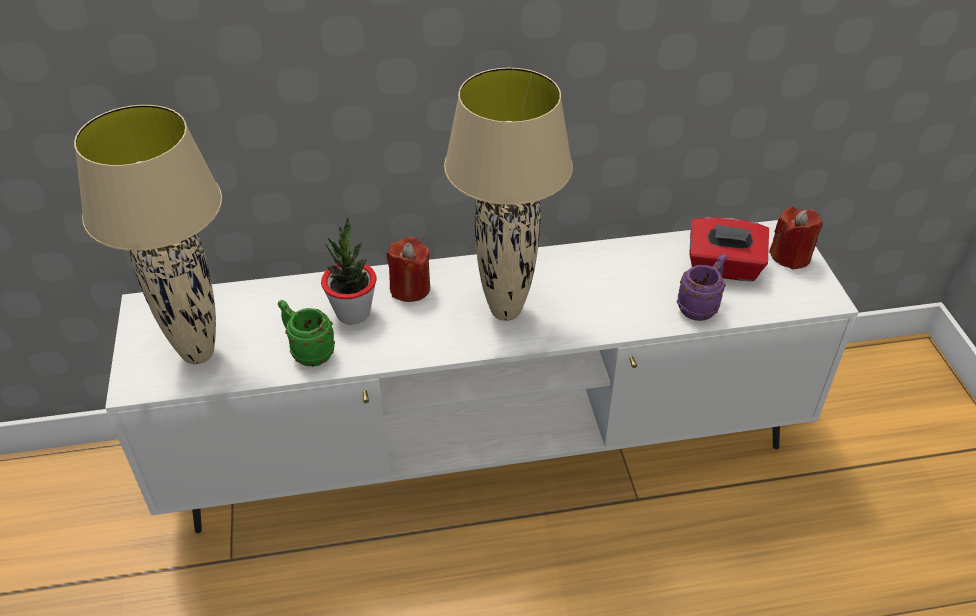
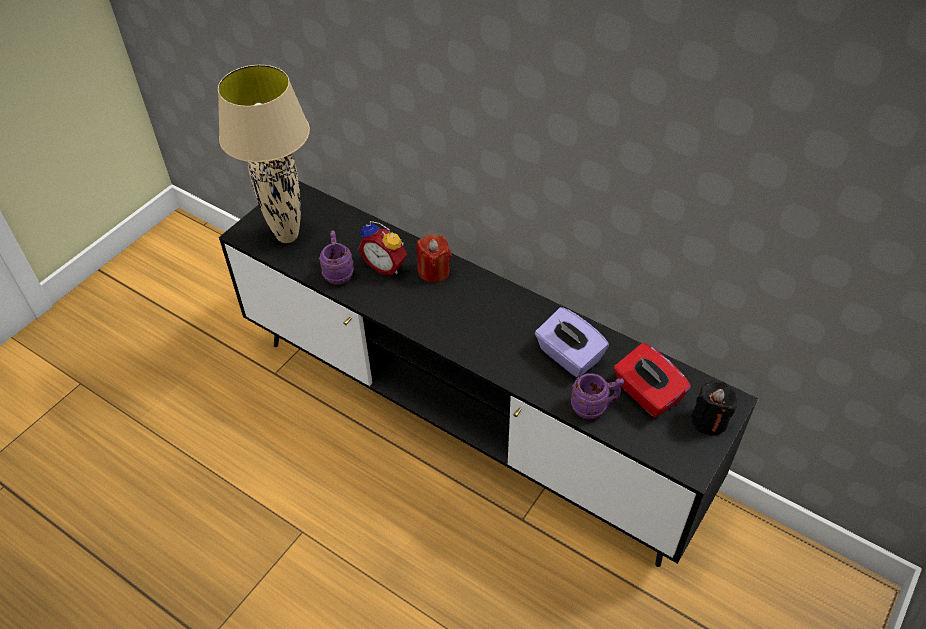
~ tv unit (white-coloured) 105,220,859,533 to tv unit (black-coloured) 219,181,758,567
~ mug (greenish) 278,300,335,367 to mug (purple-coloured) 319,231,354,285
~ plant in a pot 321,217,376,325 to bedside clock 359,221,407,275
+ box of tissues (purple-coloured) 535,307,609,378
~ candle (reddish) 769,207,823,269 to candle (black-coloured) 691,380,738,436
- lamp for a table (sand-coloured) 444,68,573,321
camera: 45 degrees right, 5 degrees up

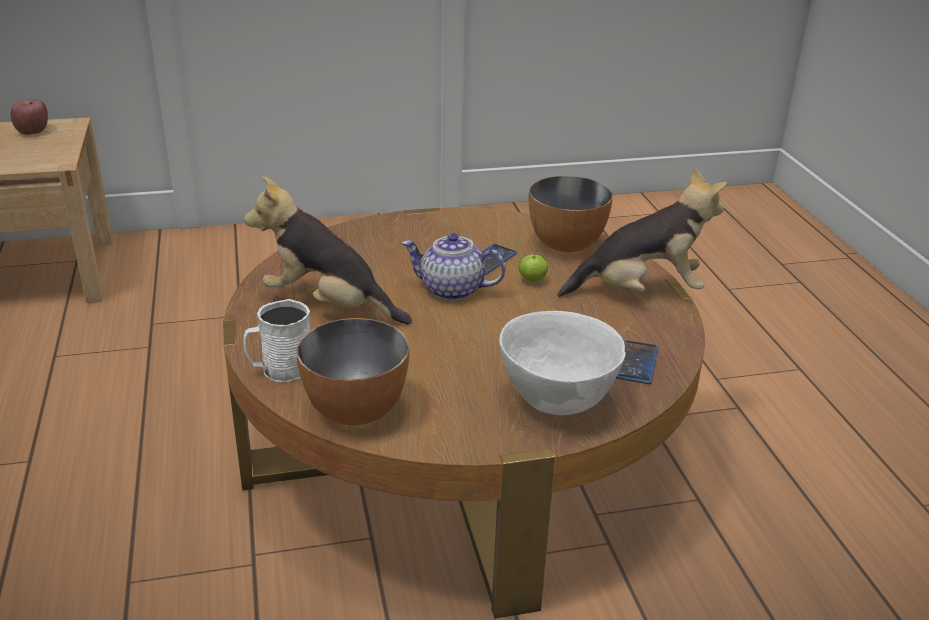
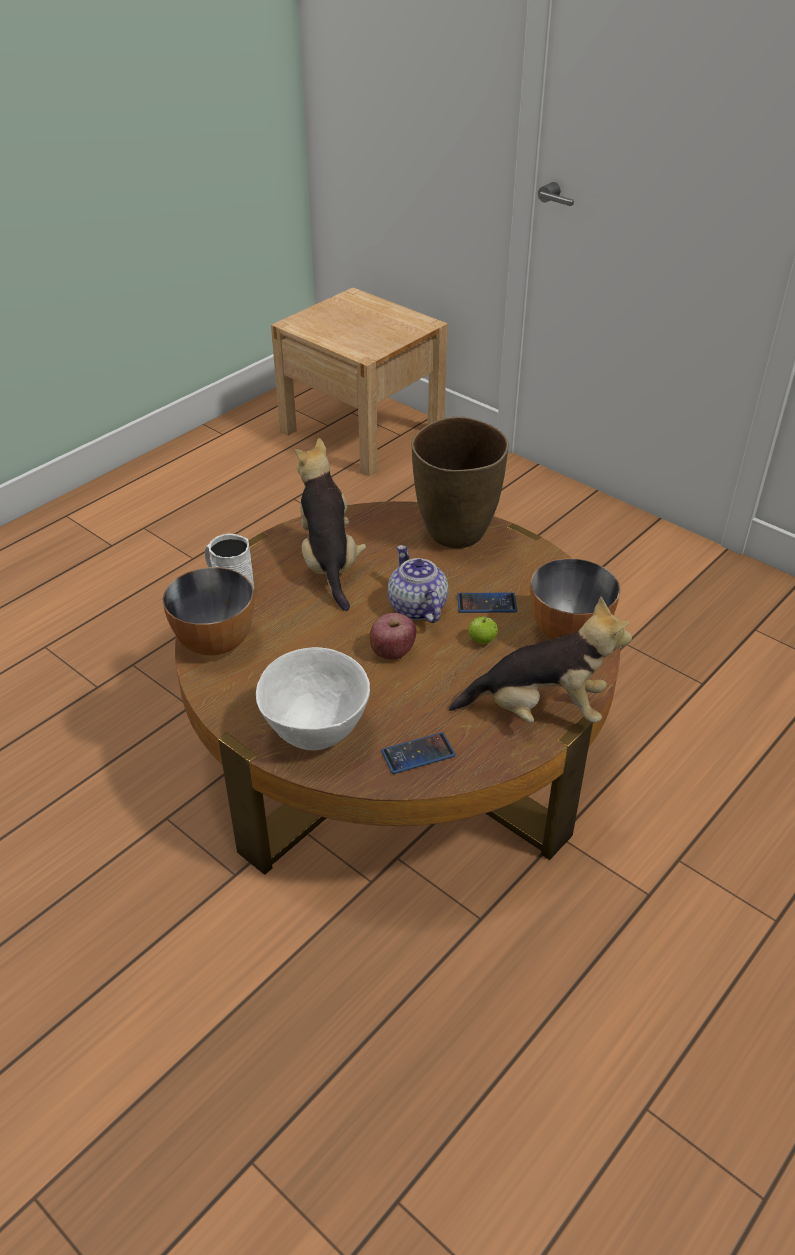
~ apple fruit 10,99,48,135 to 369,613,416,660
+ vase (brown) 411,417,509,548
~ cuddly toy 557,167,727,297 = 449,596,632,723 45 degrees counterclockwise
camera: 55 degrees right, 10 degrees up

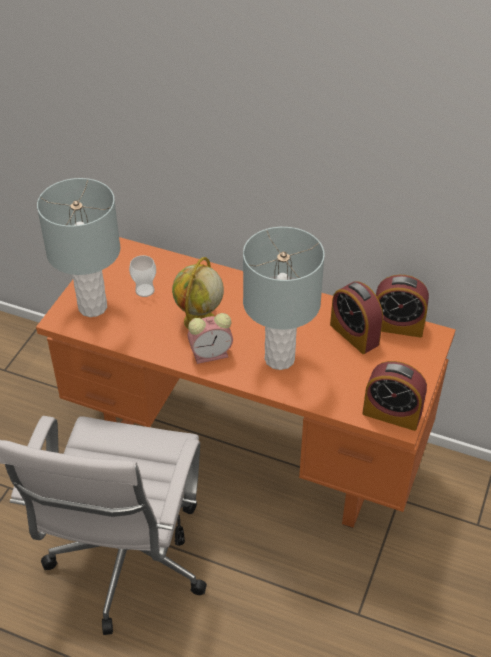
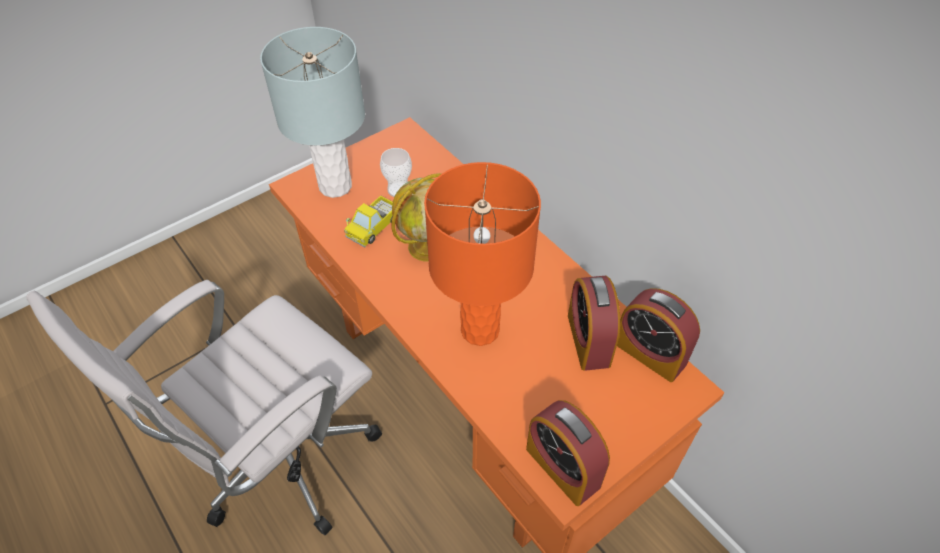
+ model truck 344,195,393,248
~ lamp for a table (gray) 243,227,325,370 to lamp for a table (orange) 424,162,541,346
- bedside clock 188,313,233,364
camera: 30 degrees right, 5 degrees up

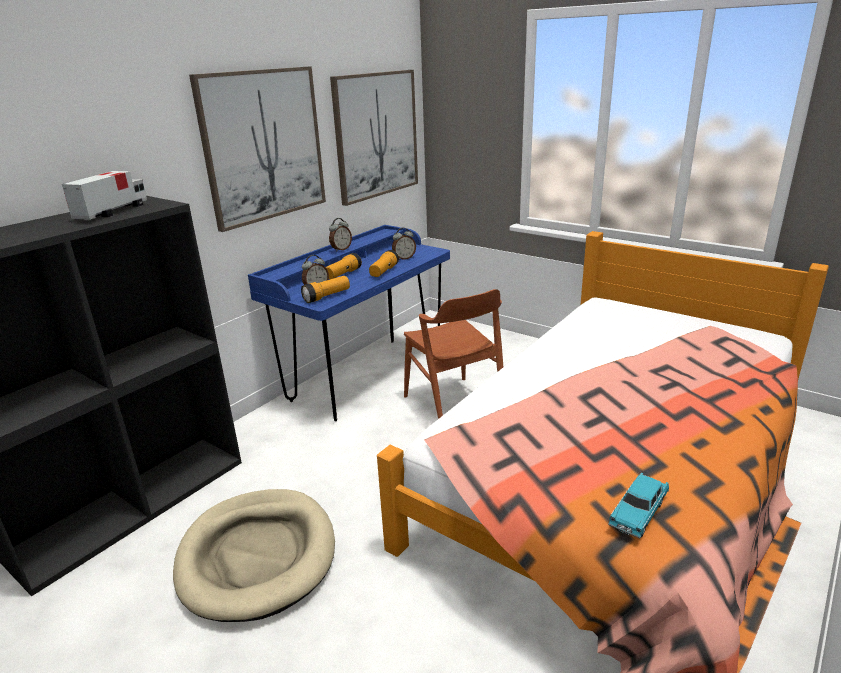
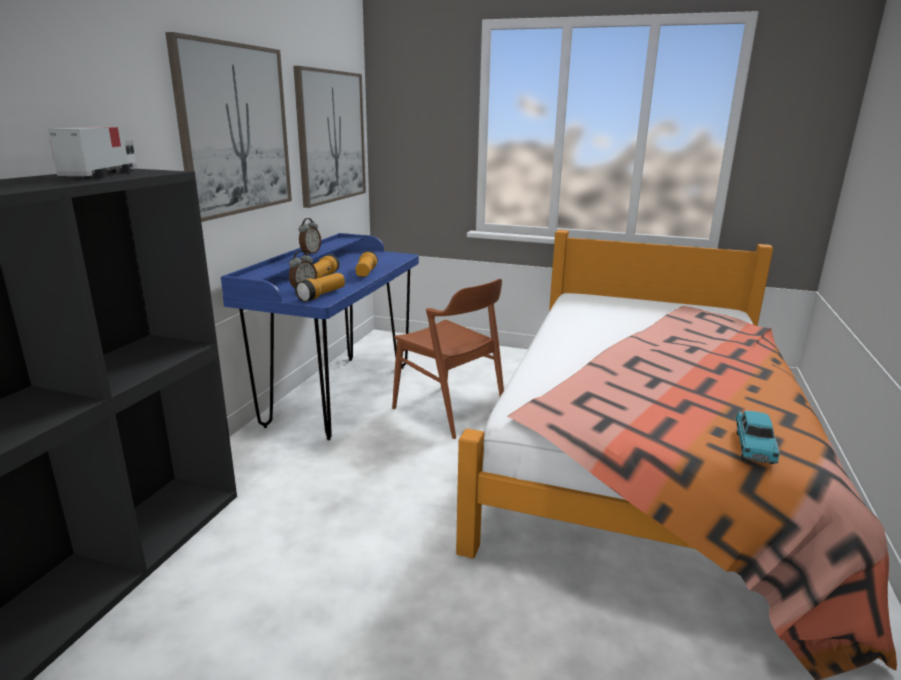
- dog bed (sand-coloured) 173,489,335,622
- bedside clock 392,228,416,260
camera: 20 degrees left, 5 degrees down

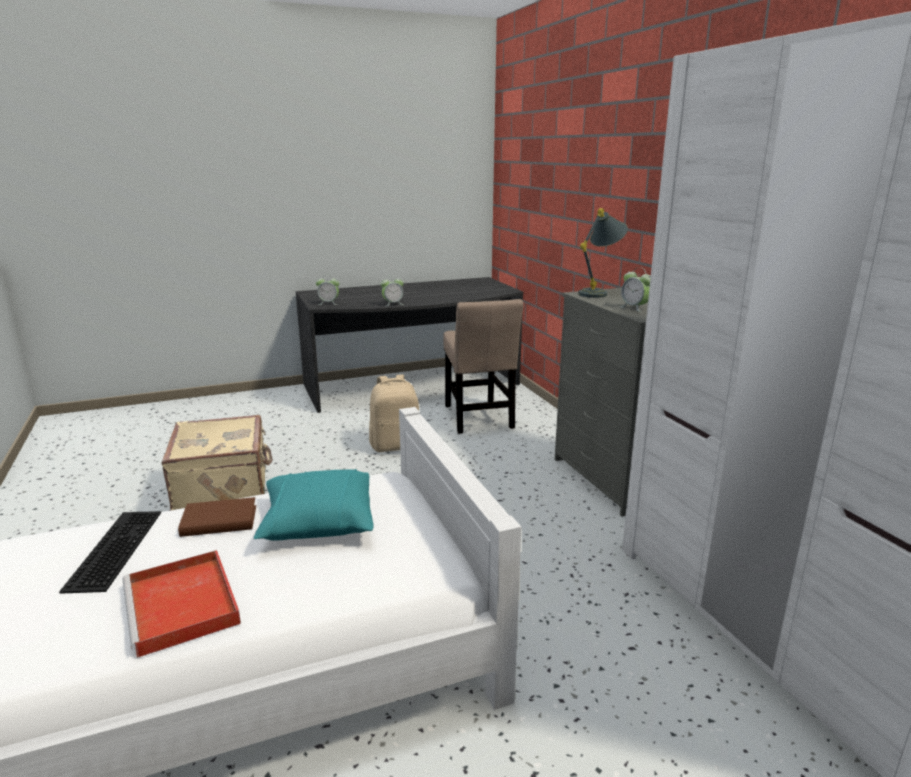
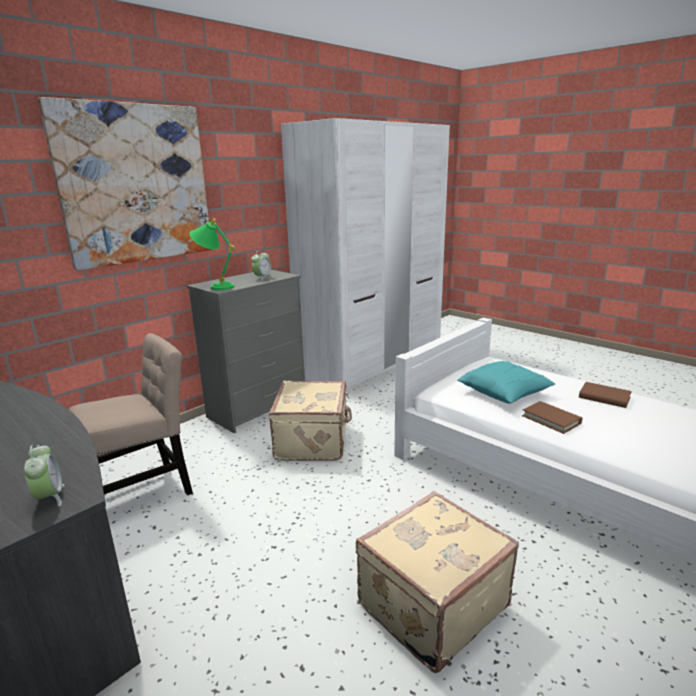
+ picture 38,97,212,271
~ lamp for a table (gray) 578,208,628,298 to lamp for a table (greenish) 189,218,235,290
+ suitcase (sand-coloured) 269,380,352,461
~ tray (reddish) 122,550,241,658 to book (brown) 579,382,632,408
- keyboard 59,511,161,594
- knapsack (sand-coloured) 369,375,419,452
- bedside clock 380,275,404,306
camera: 115 degrees left, 0 degrees up

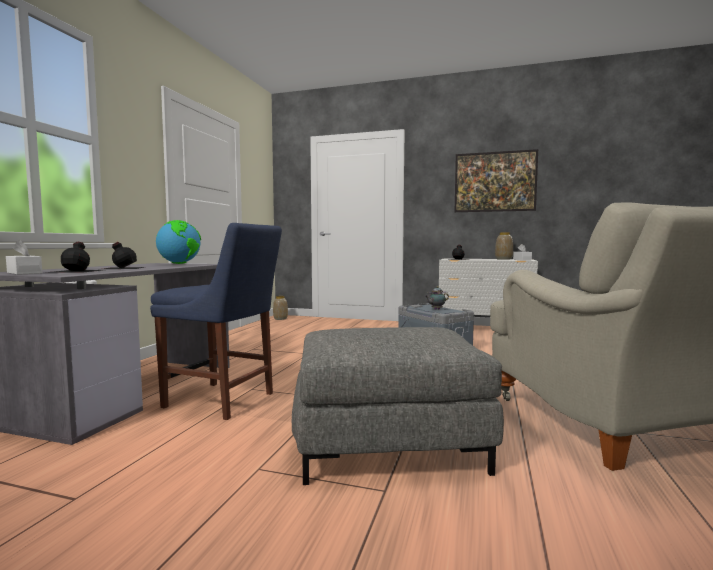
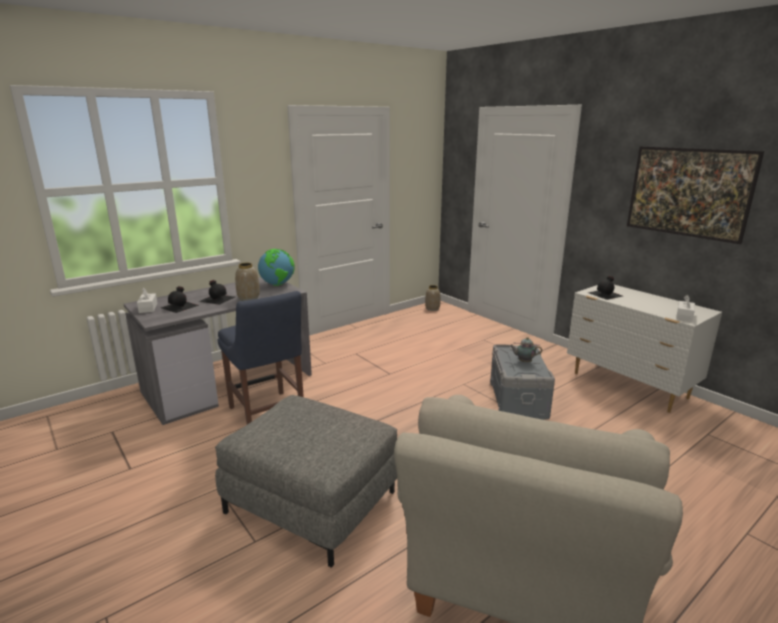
~ vase 495,233,513,260 to 235,263,260,301
camera: 35 degrees right, 15 degrees up

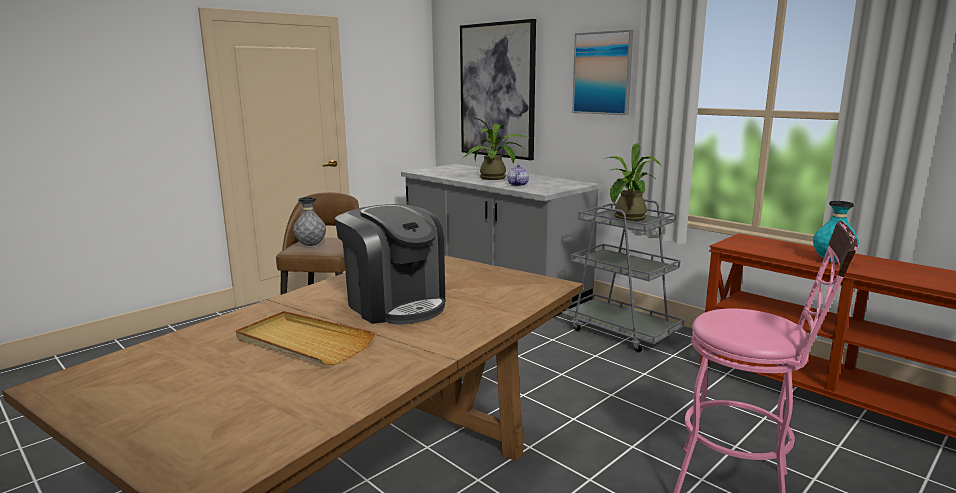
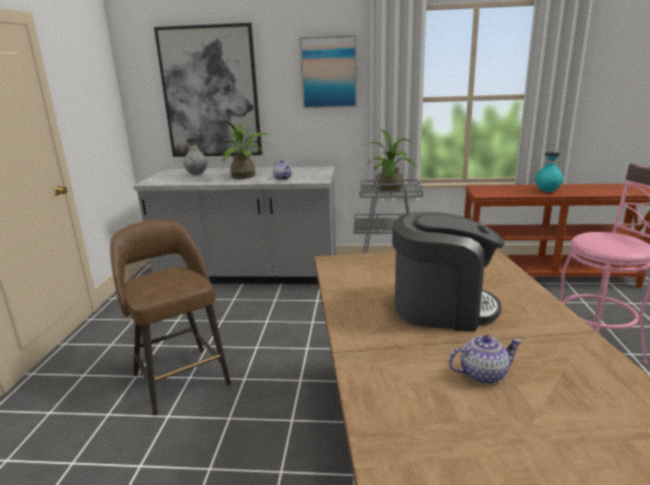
~ vase (gray) 293,197,326,246 to 183,138,208,175
~ tray (sand-coloured) 236,311,375,365 to pot for tea 448,335,522,384
camera: 40 degrees left, 5 degrees up

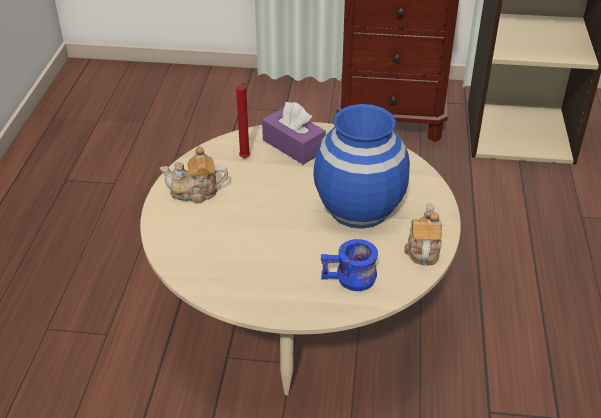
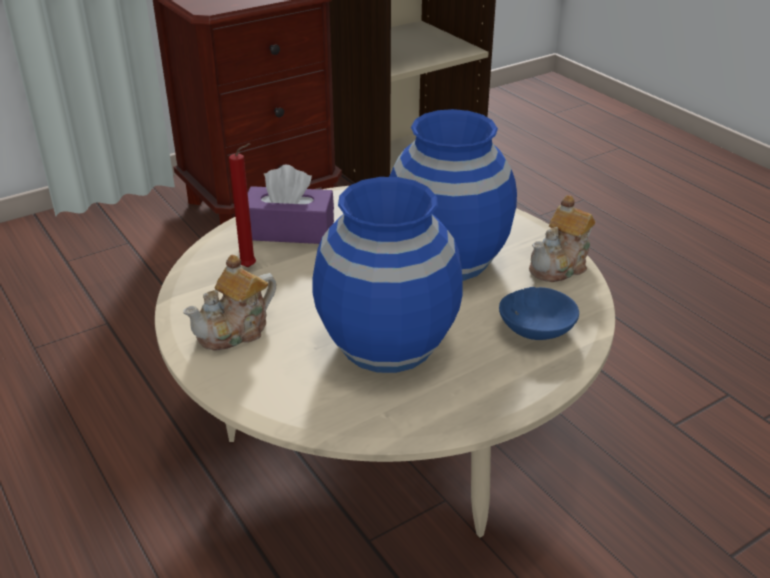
+ vase (bluish) 313,177,463,373
~ mug (bluish) 321,239,378,291 to bowl (bluish) 499,287,579,340
~ pot for tea 404,203,442,265 = 529,195,595,282 105 degrees counterclockwise
camera: 40 degrees left, 5 degrees down

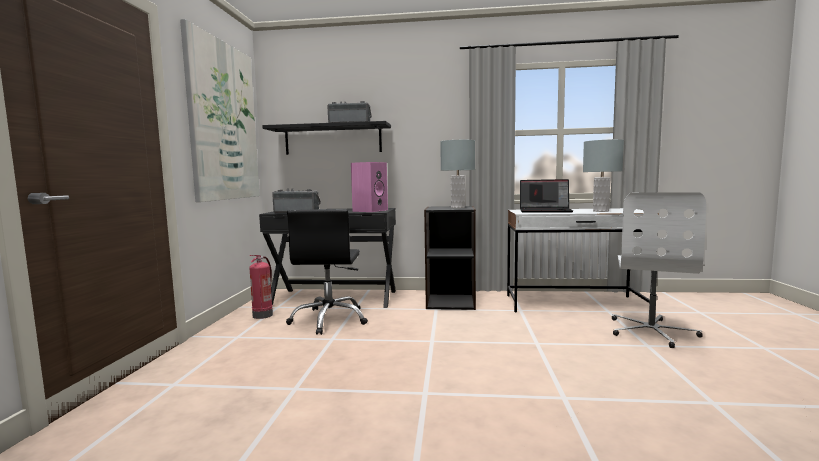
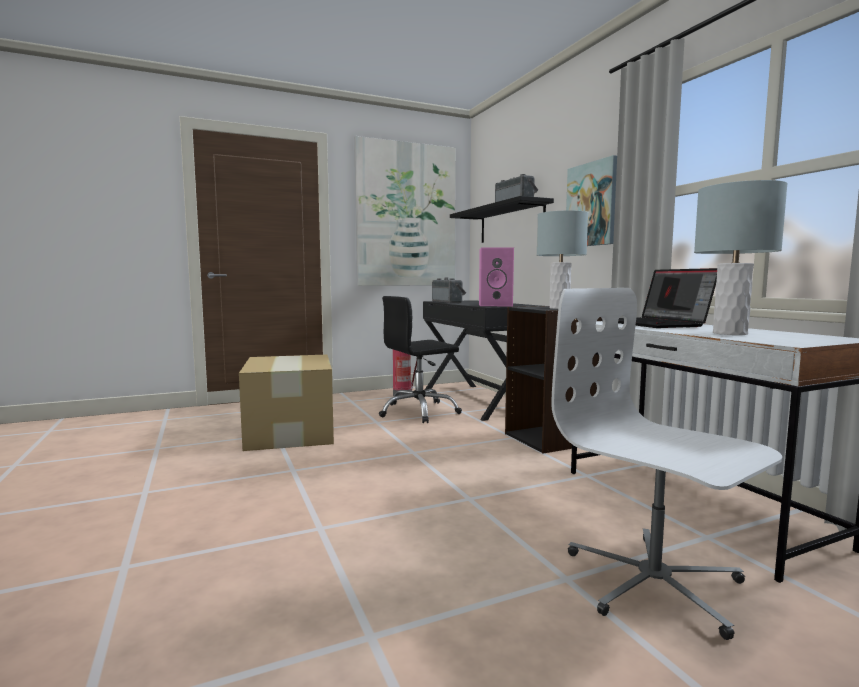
+ packing box 239,354,334,451
~ desk chair (white-coloured) 612,192,706,348 = 551,288,782,640 60 degrees clockwise
+ picture 566,155,617,246
camera: 60 degrees right, 0 degrees up

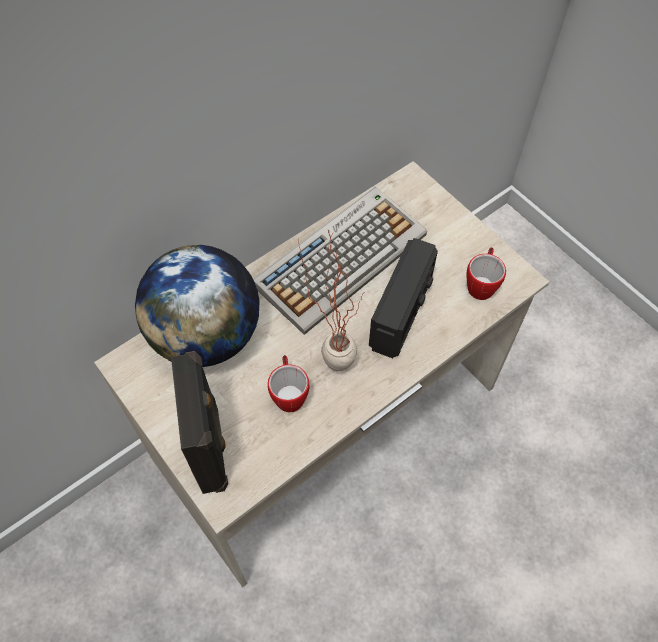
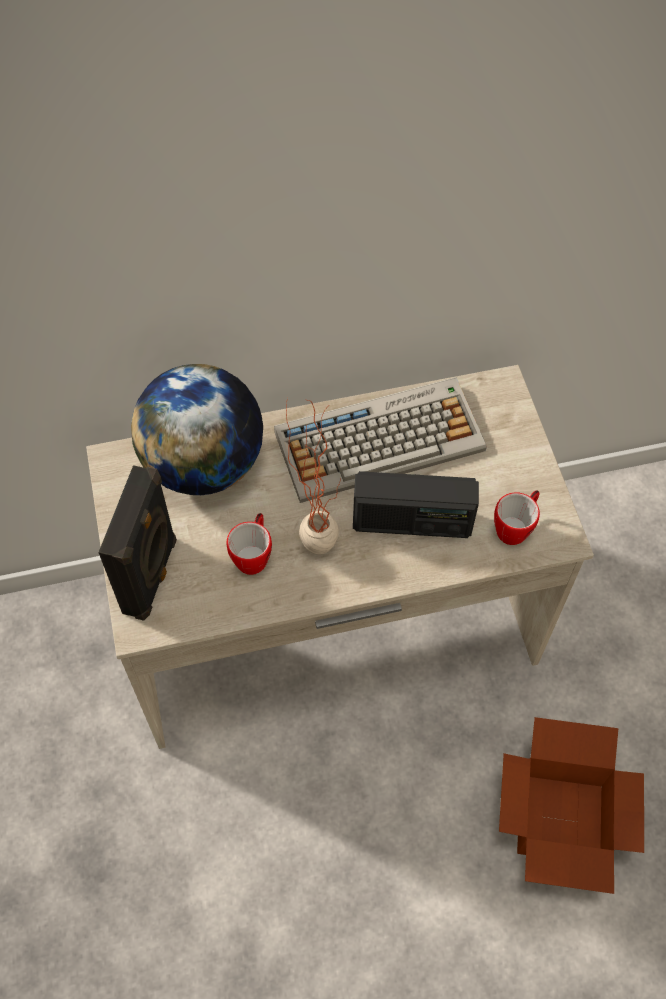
~ radio 369,238,438,358 = 353,471,479,538 45 degrees clockwise
+ packing box 499,717,644,894
camera: 25 degrees right, 0 degrees up

